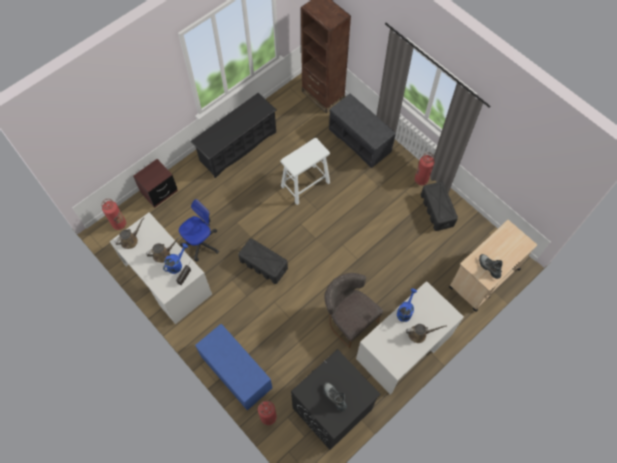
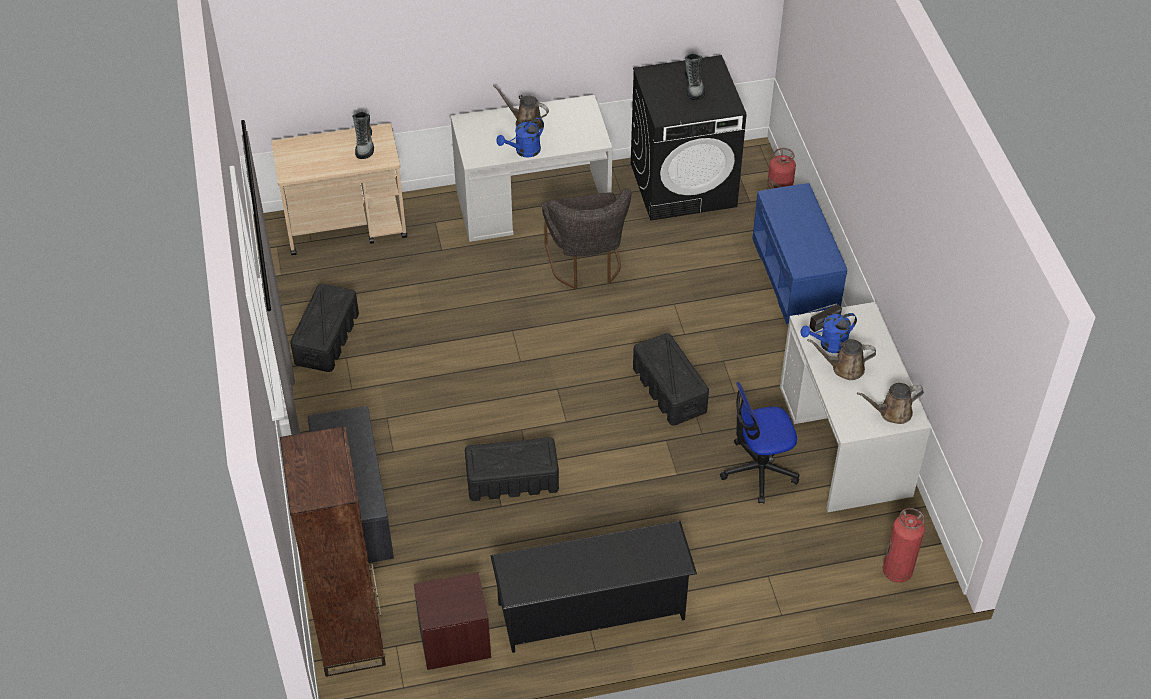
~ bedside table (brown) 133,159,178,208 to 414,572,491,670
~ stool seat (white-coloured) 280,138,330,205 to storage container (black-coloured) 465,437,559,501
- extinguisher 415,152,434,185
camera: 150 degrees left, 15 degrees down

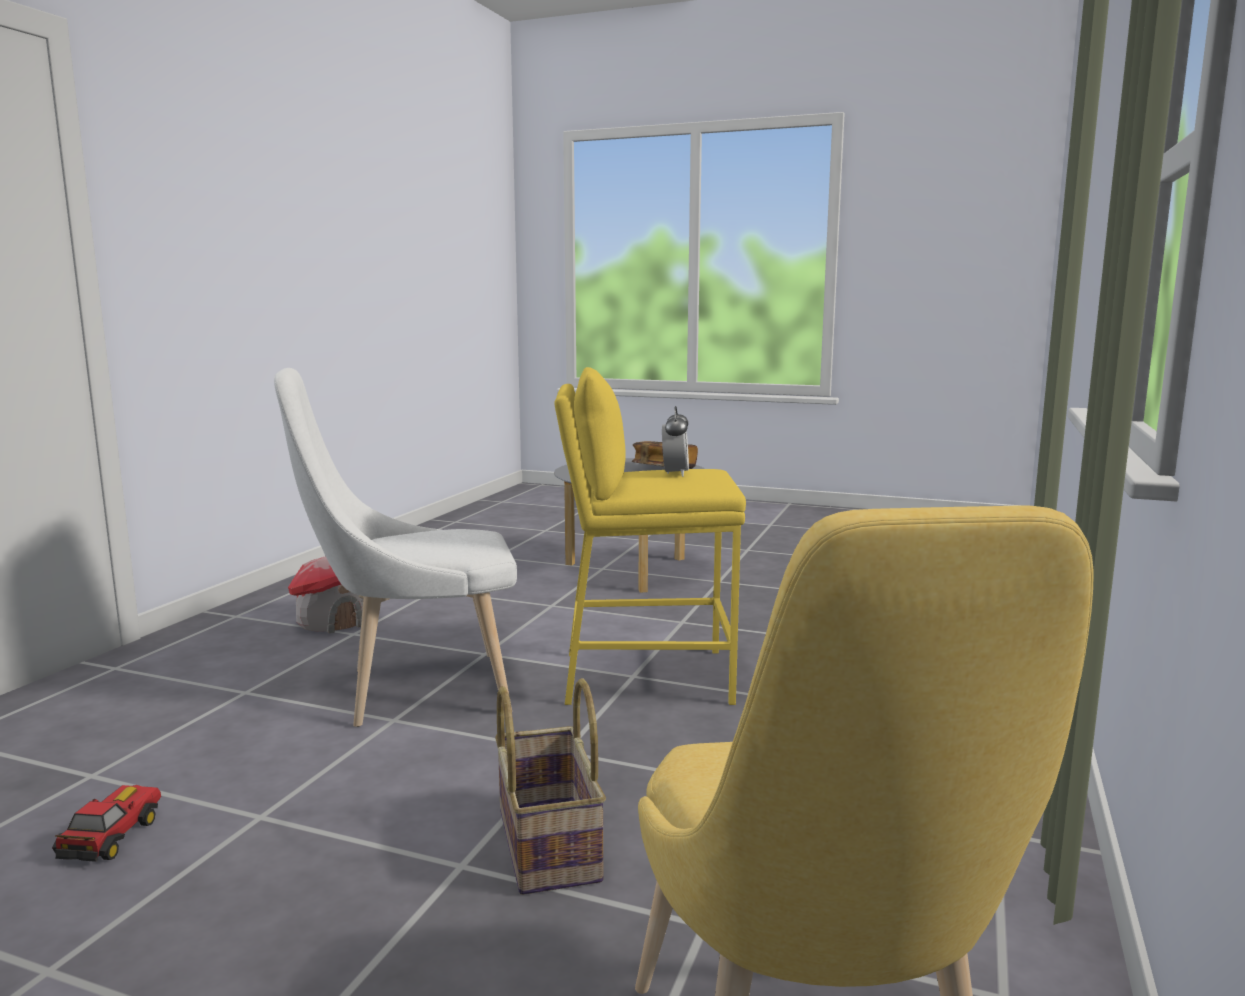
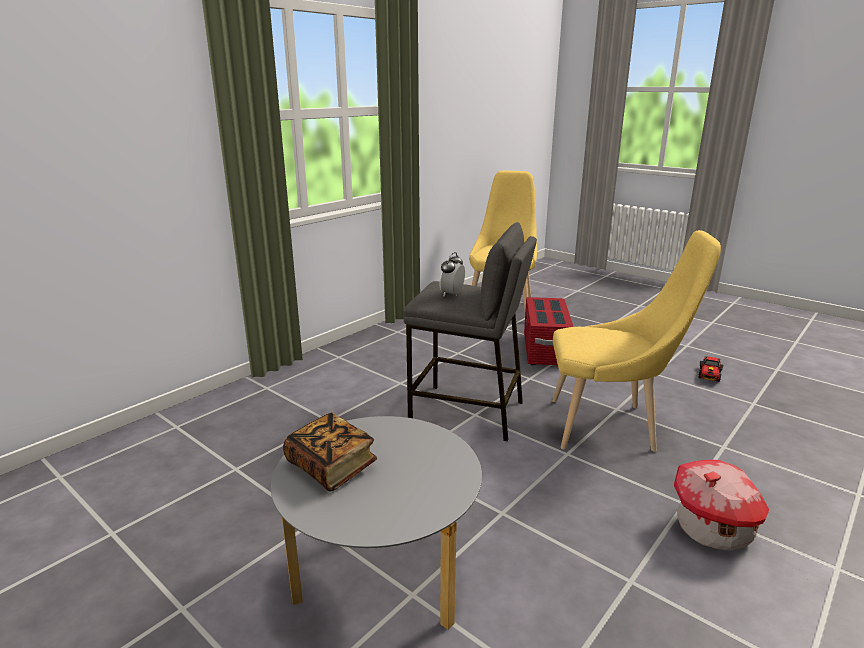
~ stool seat (yellow-coloured) 554,367,746,705 to stool seat (gray) 403,222,537,442
~ basket 495,678,606,895 to storage container (reddish) 524,297,574,365
~ upright chair (white-coloured) 274,368,517,727 to upright chair (yellow-coloured) 552,230,721,452
camera: 160 degrees left, 10 degrees up

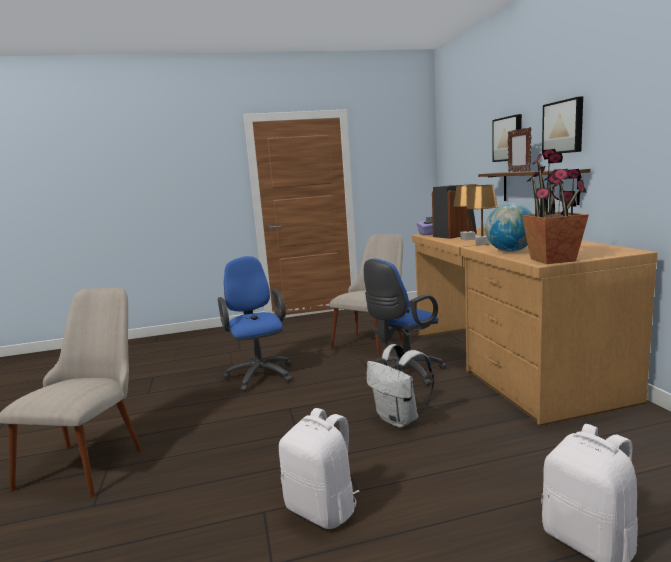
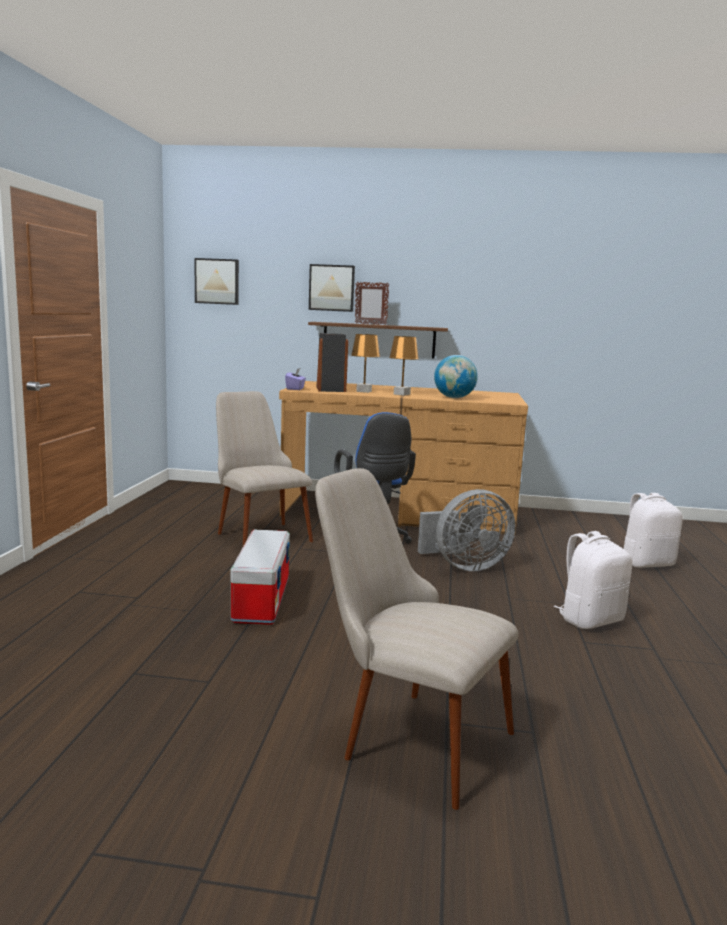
~ picture 542,96,583,154 to 194,258,239,305
~ desk chair (bluish) 218,256,292,392 to storage container 230,530,290,625
~ knapsack (white-coloured) 366,344,434,428 to fan (gray) 418,489,515,571
- plant in a pot 522,149,589,264
camera: 70 degrees left, 0 degrees up

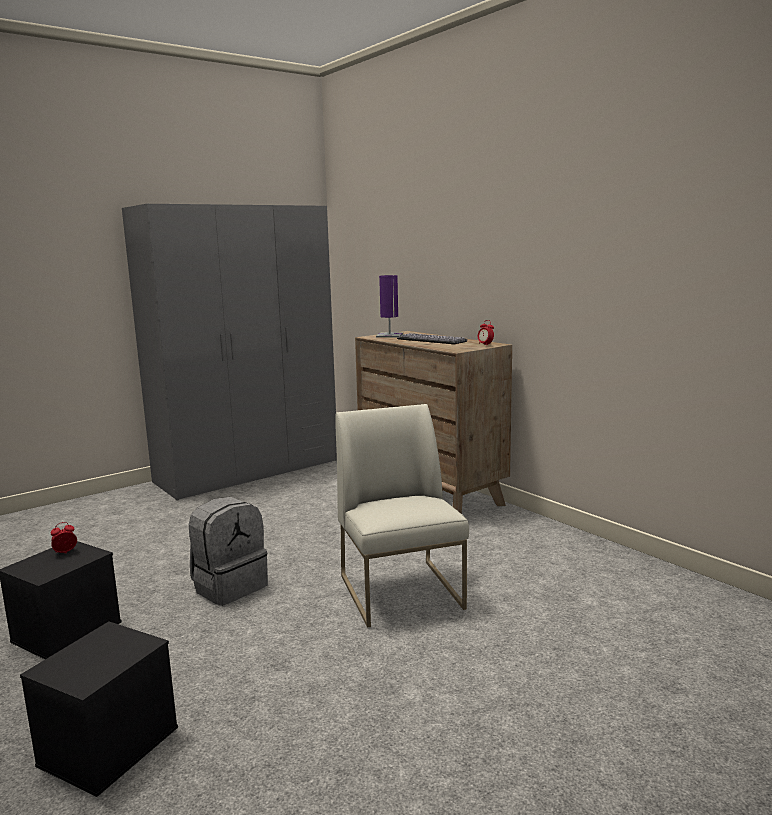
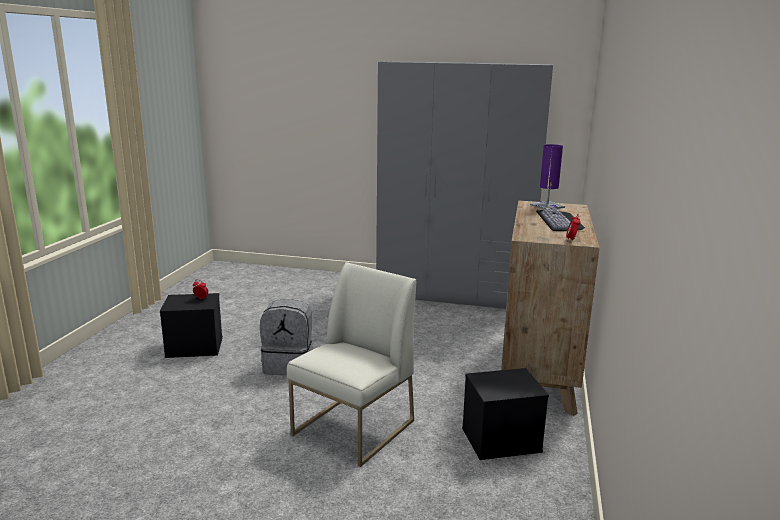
~ storage container (black-coloured) 20,621,178,797 to 462,368,549,460
camera: 50 degrees right, 5 degrees up

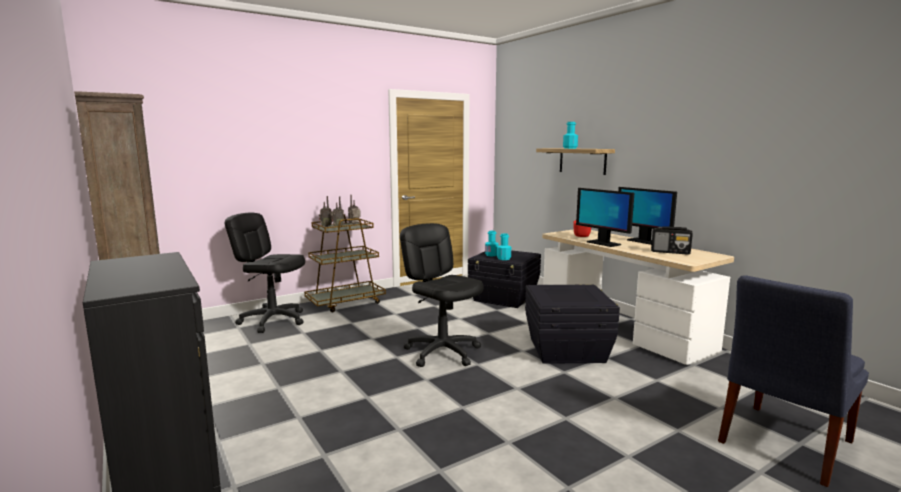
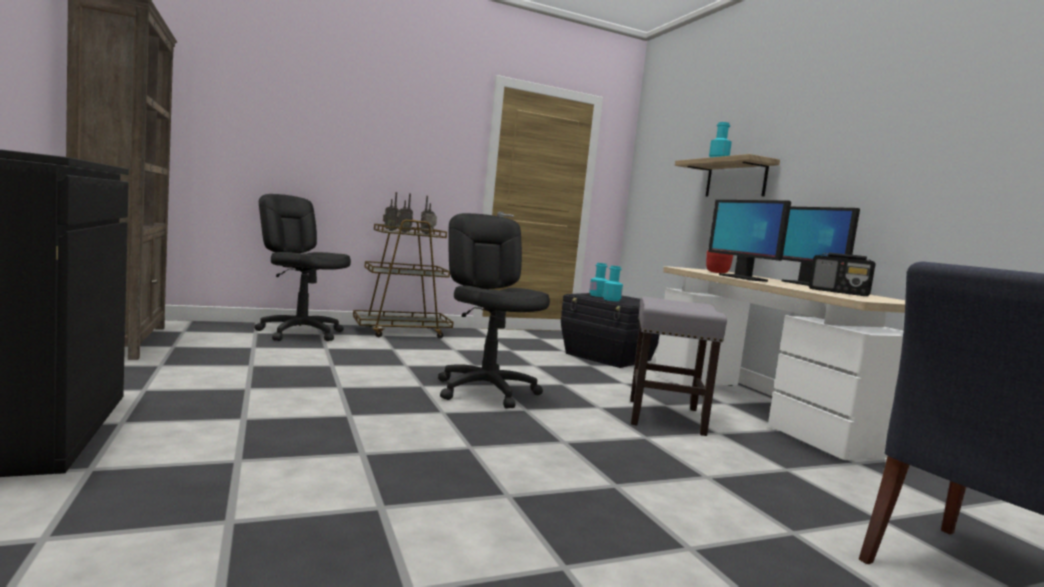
~ storage container (black-coloured) 525,285,620,364 to stool seat (gray) 630,297,727,436
camera: 10 degrees right, 5 degrees down

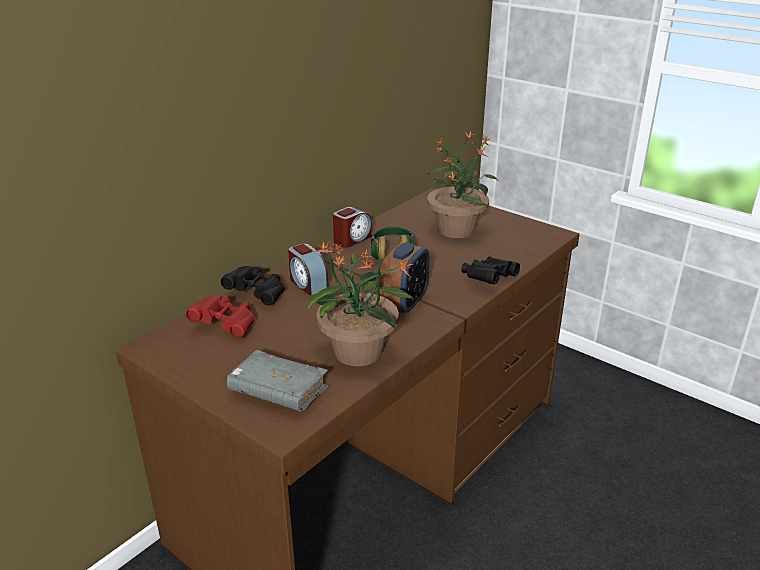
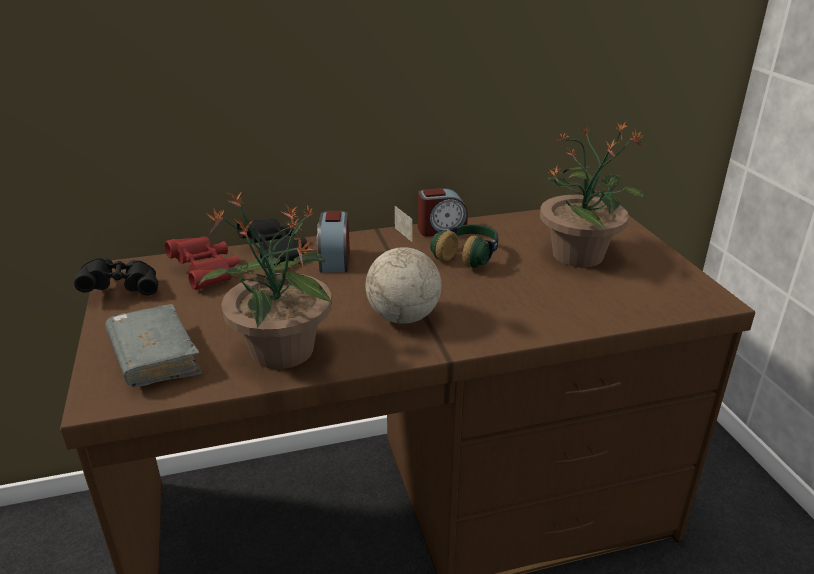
~ pair of binoculars (black-coloured) 461,256,520,284 to 74,258,158,296
~ bedside clock 379,242,429,314 to world globe 366,206,442,324
camera: 35 degrees right, 0 degrees up

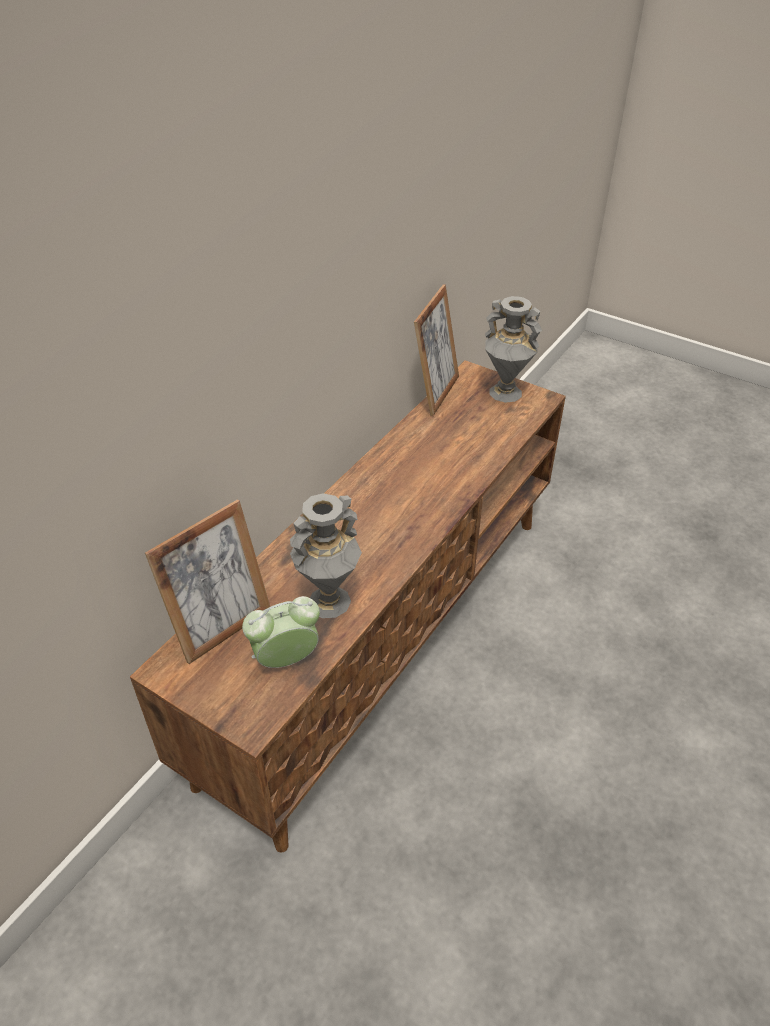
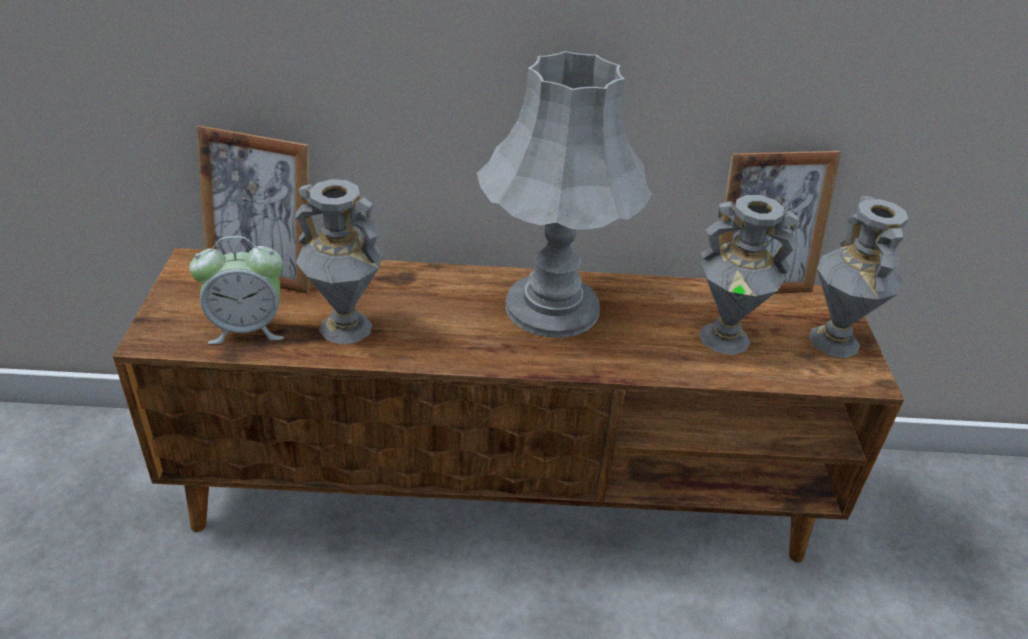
~ bedside clock 242,596,320,668 = 189,236,284,344 135 degrees clockwise
+ lamp for a table (gray) 477,51,652,338
+ vase (gray) 698,195,799,355
camera: 55 degrees right, 5 degrees down

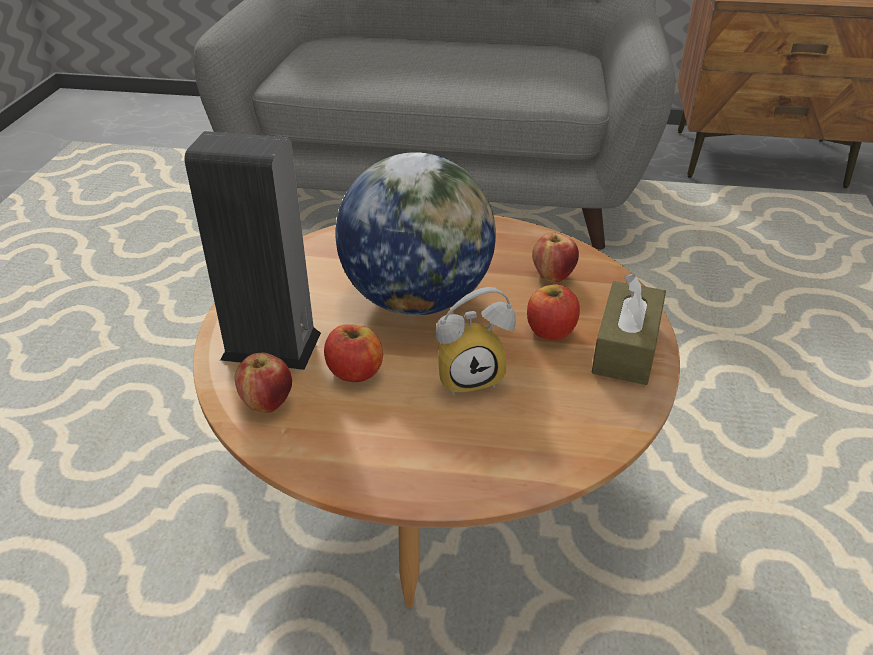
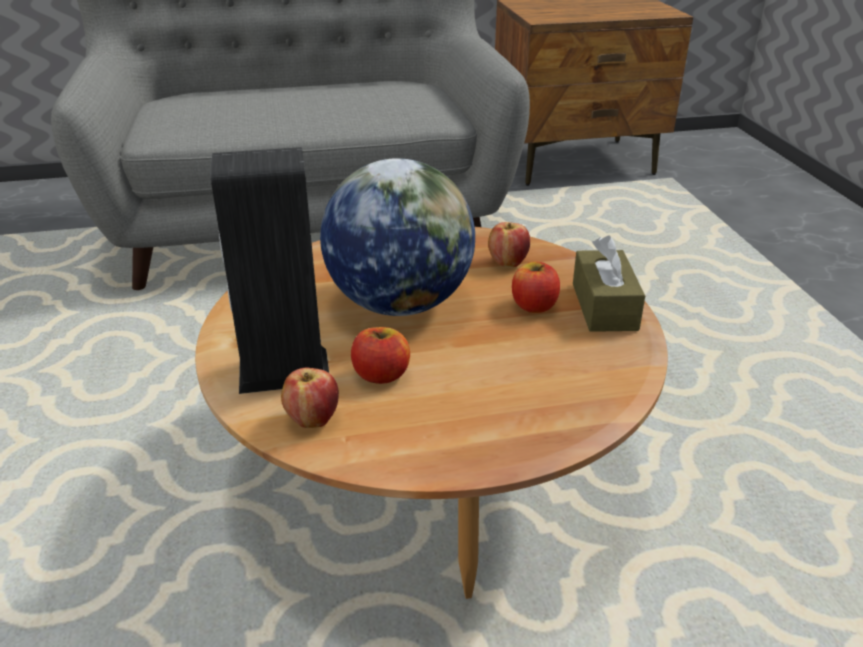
- bedside clock 436,287,516,396
camera: 20 degrees left, 5 degrees down

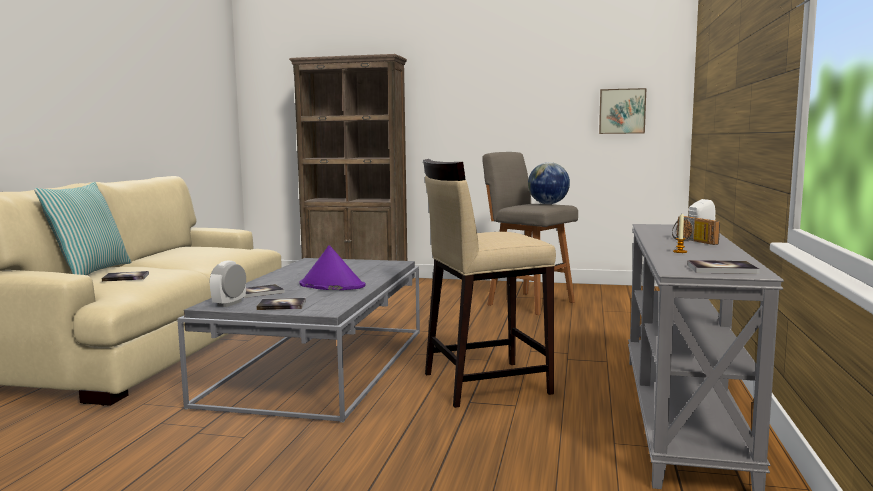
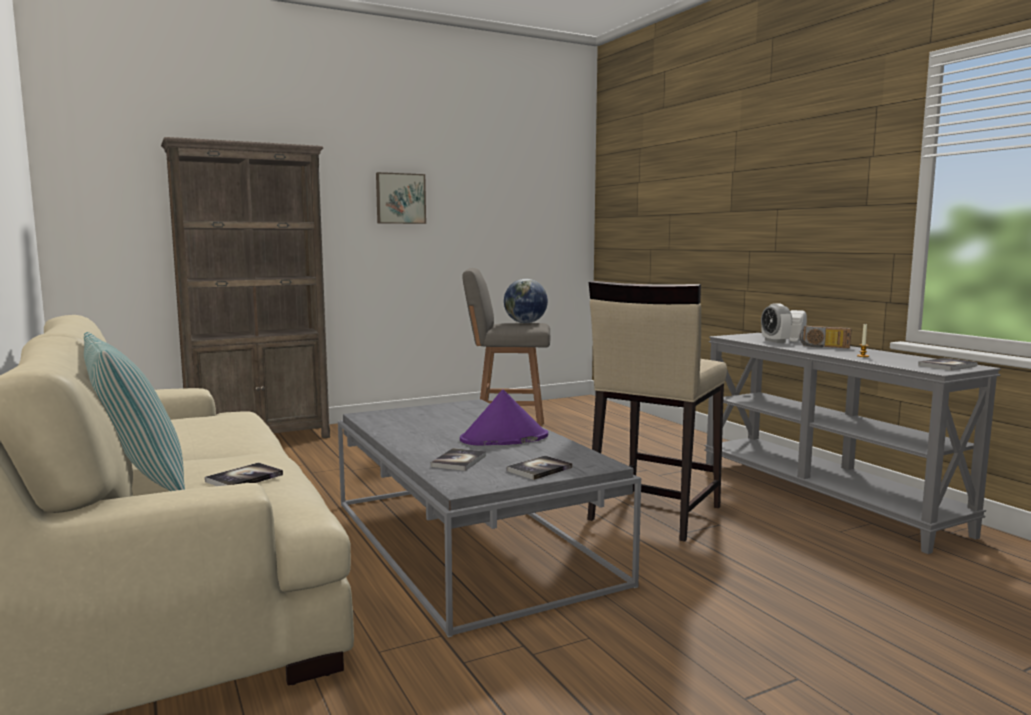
~ picture 599,88,647,134 to 376,172,426,224
~ bedside clock 210,260,246,307 to 761,303,792,343
camera: 40 degrees left, 0 degrees up

